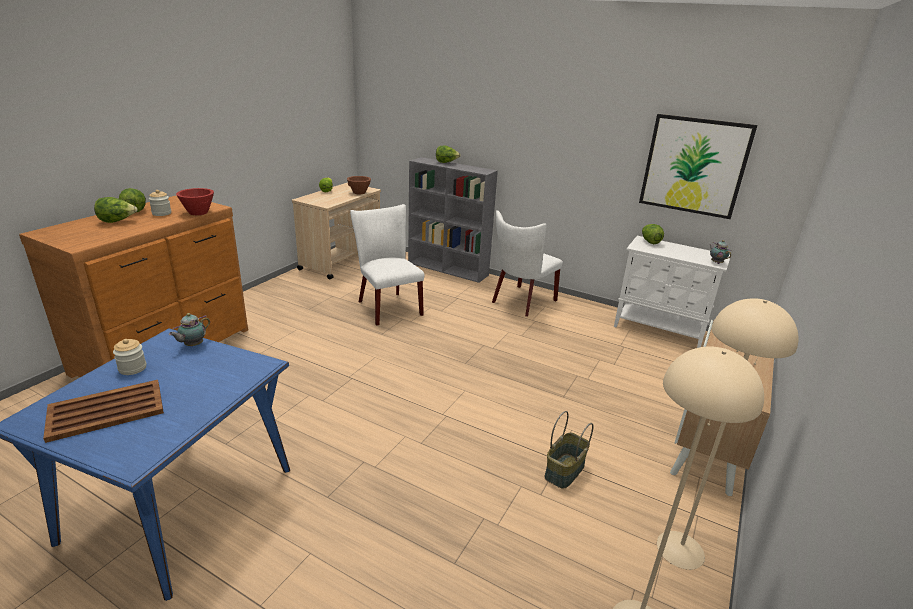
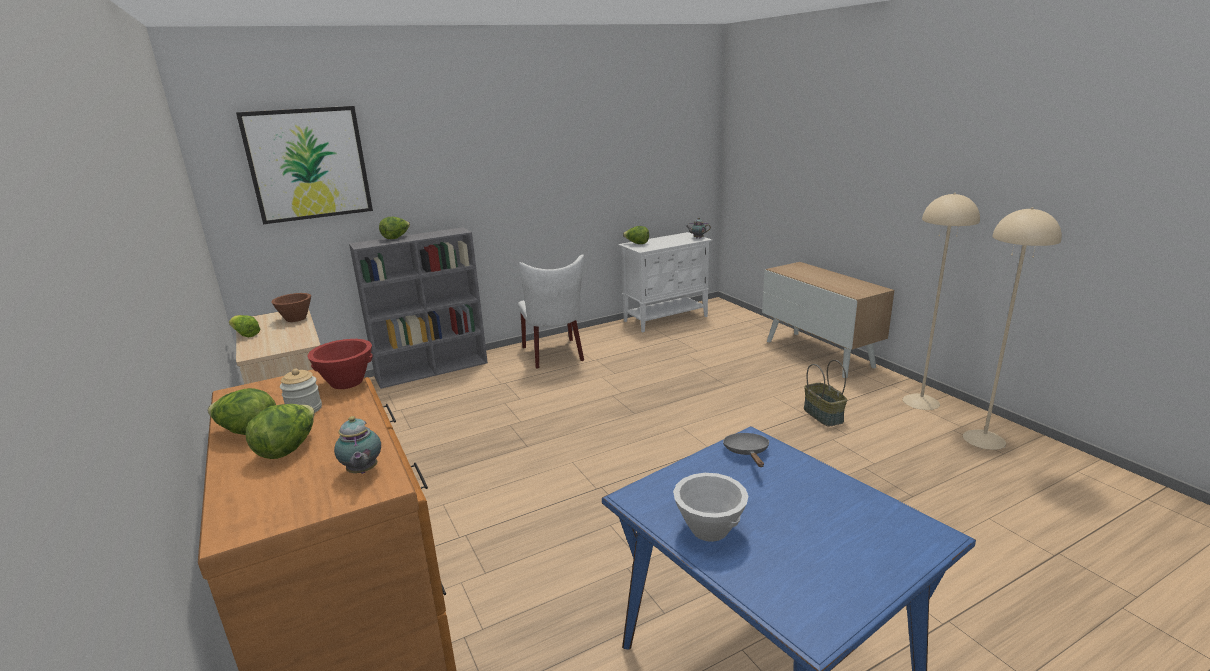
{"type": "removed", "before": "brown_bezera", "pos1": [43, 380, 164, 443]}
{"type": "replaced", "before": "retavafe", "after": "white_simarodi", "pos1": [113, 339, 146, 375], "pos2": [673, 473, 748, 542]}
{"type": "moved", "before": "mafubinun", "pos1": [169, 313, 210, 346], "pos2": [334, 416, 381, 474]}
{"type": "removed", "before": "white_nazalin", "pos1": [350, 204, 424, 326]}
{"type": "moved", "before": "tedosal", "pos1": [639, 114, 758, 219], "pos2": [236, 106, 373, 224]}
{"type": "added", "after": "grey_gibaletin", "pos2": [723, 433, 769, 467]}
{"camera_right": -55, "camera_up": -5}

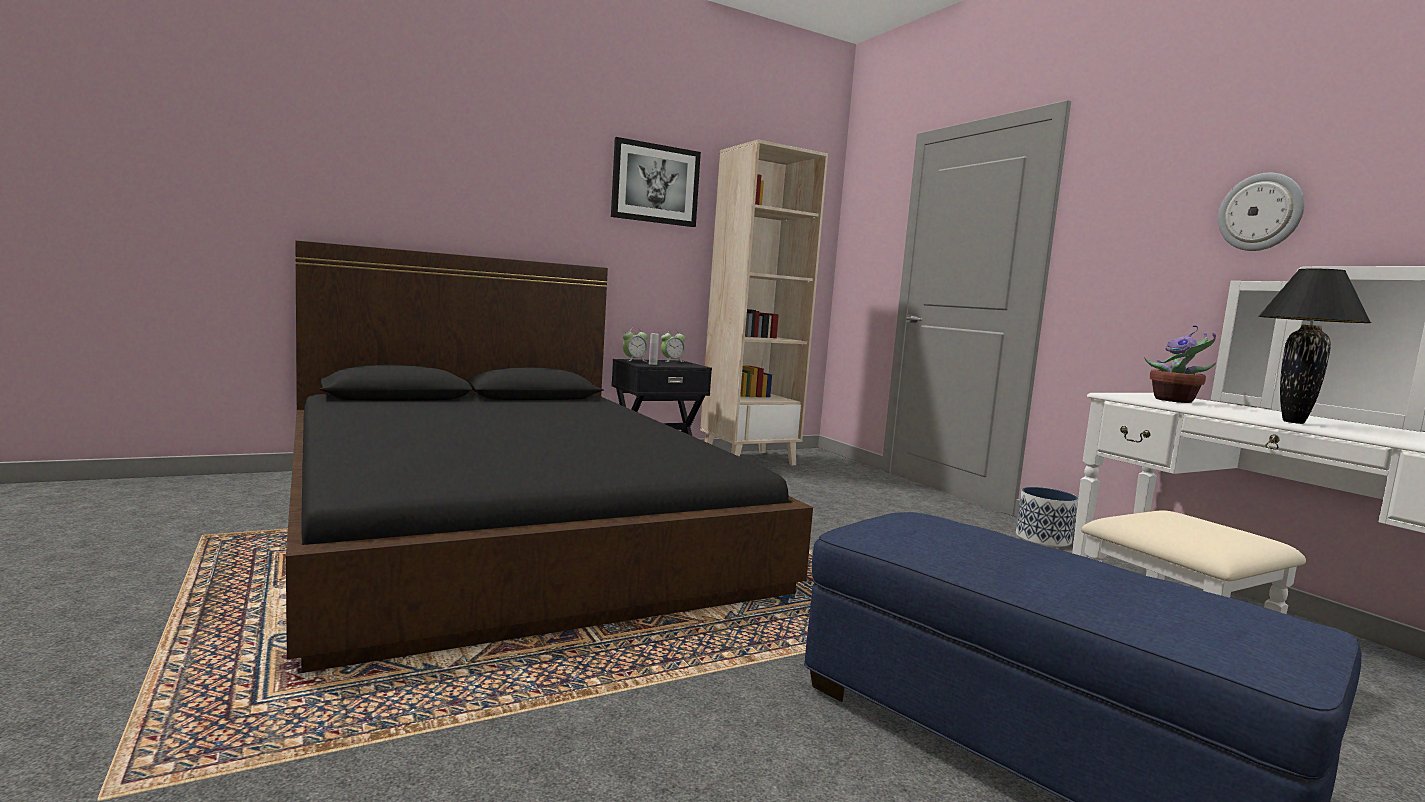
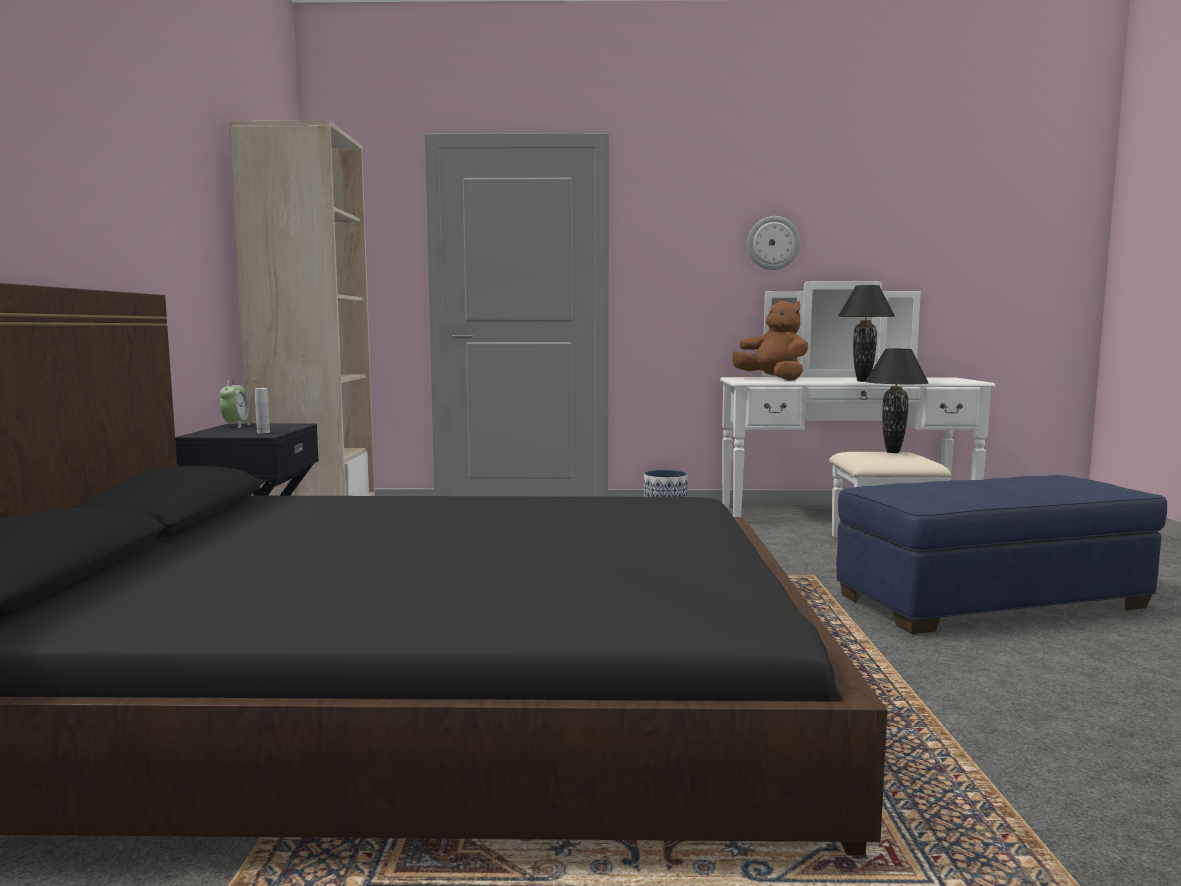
{"type": "removed", "before": "tedosal", "pos1": [611, 137, 701, 227]}
{"type": "removed", "before": "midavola", "pos1": [623, 328, 648, 361]}
{"type": "replaced", "before": "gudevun", "after": "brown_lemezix", "pos1": [1144, 325, 1216, 403], "pos2": [732, 300, 808, 381]}
{"type": "added", "after": "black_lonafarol", "pos2": [865, 349, 929, 453]}
{"camera_right": -60, "camera_up": 0}

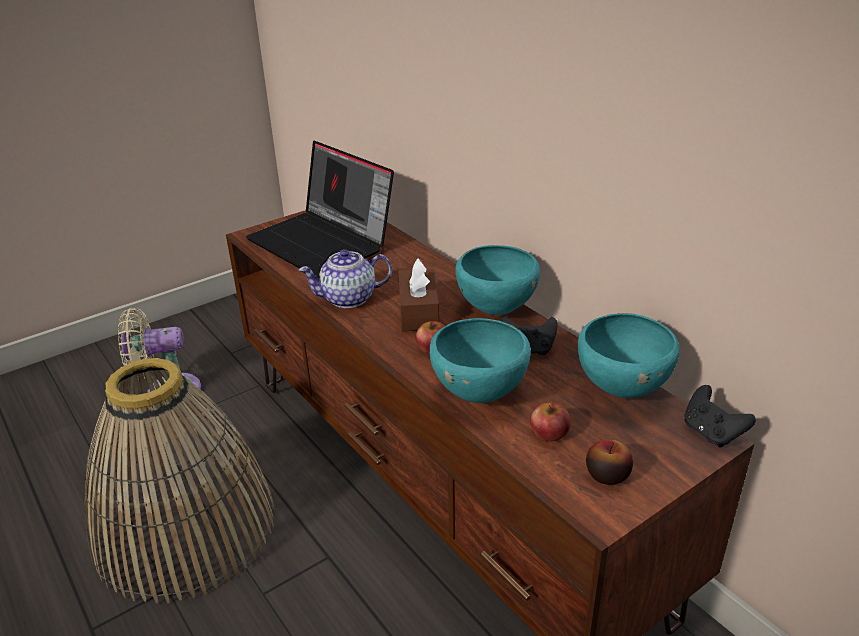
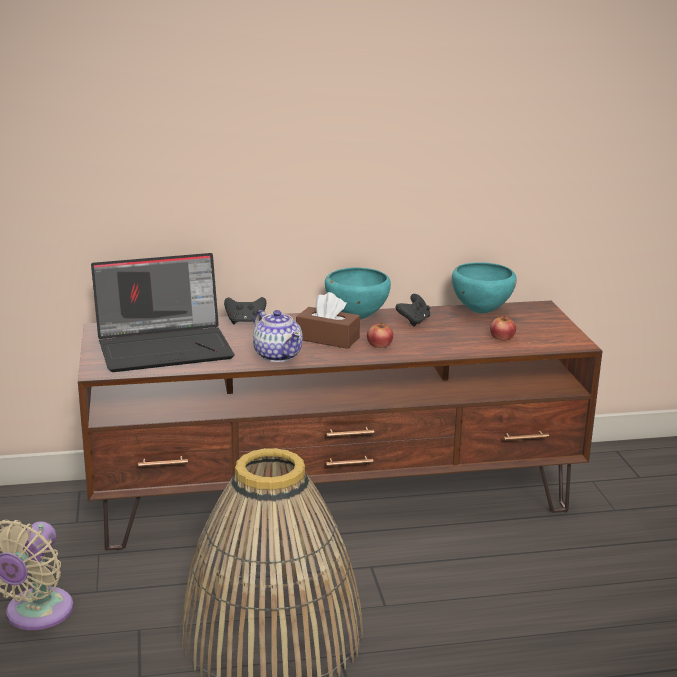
{"type": "turned", "before": "mafubinun", "pos1": [298, 249, 392, 308], "pos2": [253, 310, 303, 362], "turn": -45}
{"type": "removed", "before": "turquoise_simarodi", "pos1": [430, 318, 531, 403]}
{"type": "removed", "before": "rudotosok", "pos1": [586, 440, 633, 485]}
{"type": "moved", "before": "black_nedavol", "pos1": [684, 385, 756, 448], "pos2": [224, 297, 266, 324]}
{"camera_right": -65, "camera_up": -10}

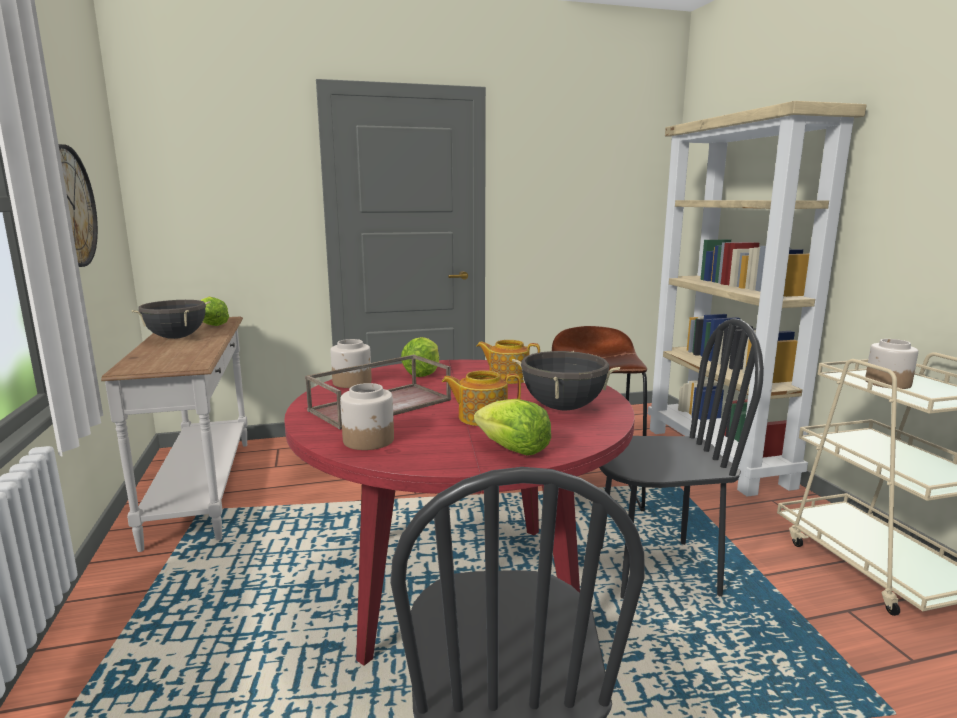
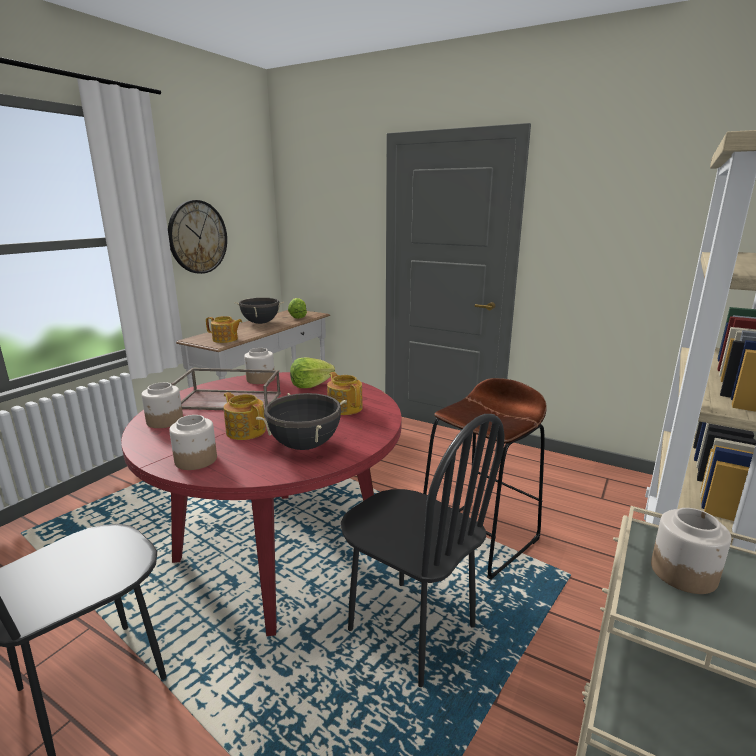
{"type": "replaced", "before": "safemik", "after": "retavafe", "pos1": [474, 399, 551, 456], "pos2": [169, 415, 217, 470]}
{"type": "added", "after": "mafubinun", "pos2": [206, 316, 242, 343]}
{"camera_right": 45, "camera_up": 5}

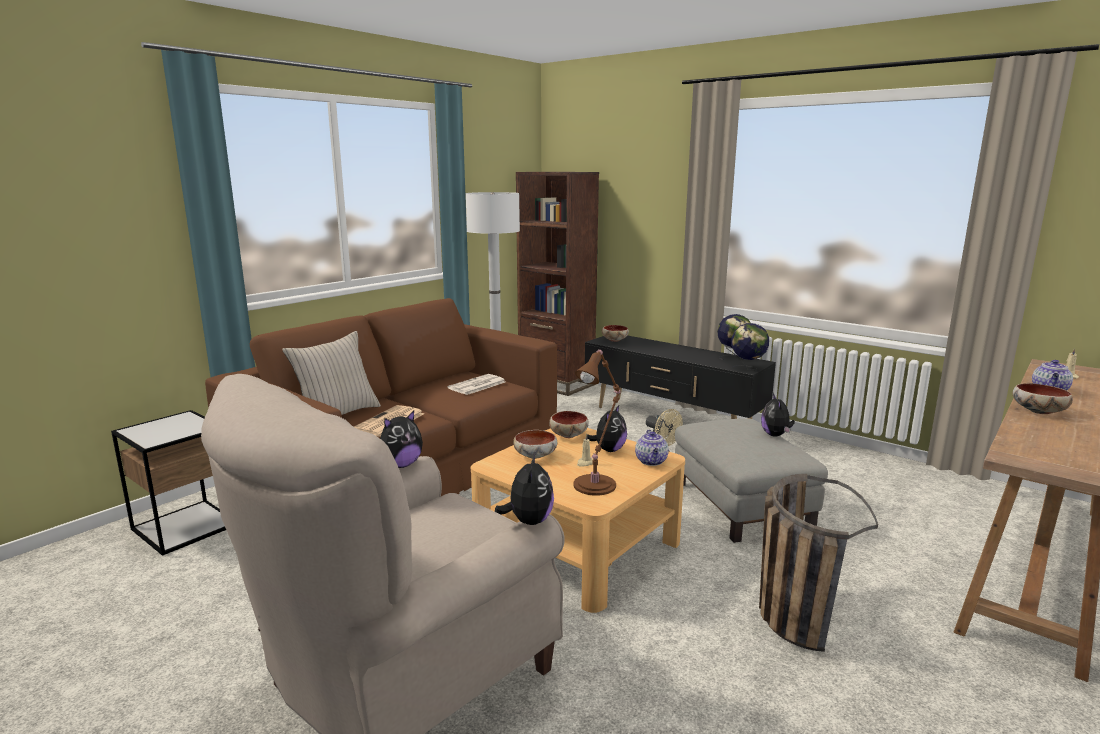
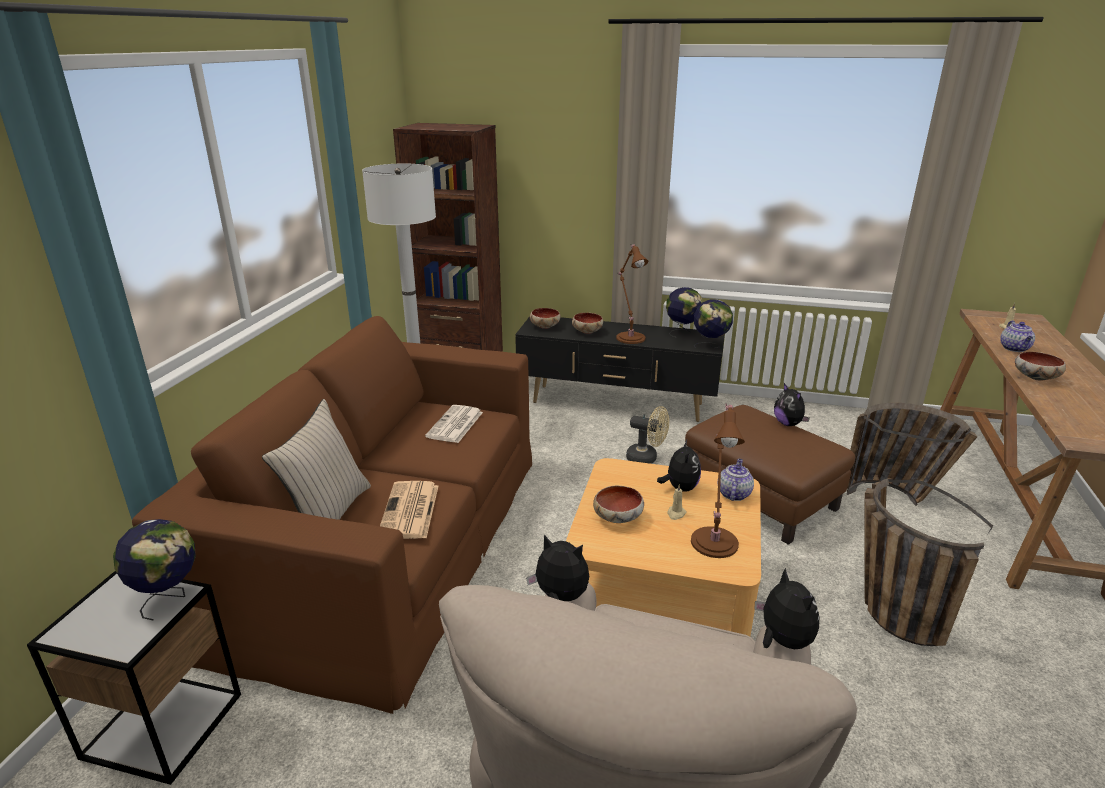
{"type": "turned", "before": "lemezix", "pos1": [380, 411, 423, 468], "pos2": [526, 534, 589, 601], "turn": -90}
{"type": "moved", "before": "simarodi", "pos1": [549, 411, 589, 438], "pos2": [572, 313, 603, 334]}
{"type": "turned", "before": "mafubinun", "pos1": [635, 430, 669, 466], "pos2": [717, 459, 754, 501], "turn": -135}
{"type": "recoloured", "before": "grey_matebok", "after": "brown_matebok", "pos1": [675, 418, 828, 543], "pos2": [685, 405, 855, 545]}
{"type": "added", "after": "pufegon", "pos2": [113, 519, 196, 620]}
{"type": "added", "after": "brown_lonafarol", "pos2": [616, 244, 648, 344]}
{"type": "added", "after": "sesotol", "pos2": [847, 403, 977, 506]}
{"camera_right": -25, "camera_up": 10}

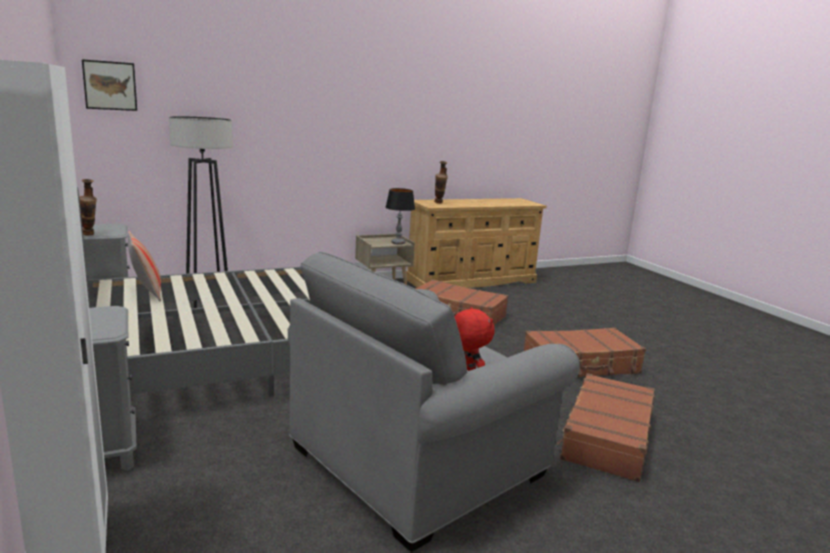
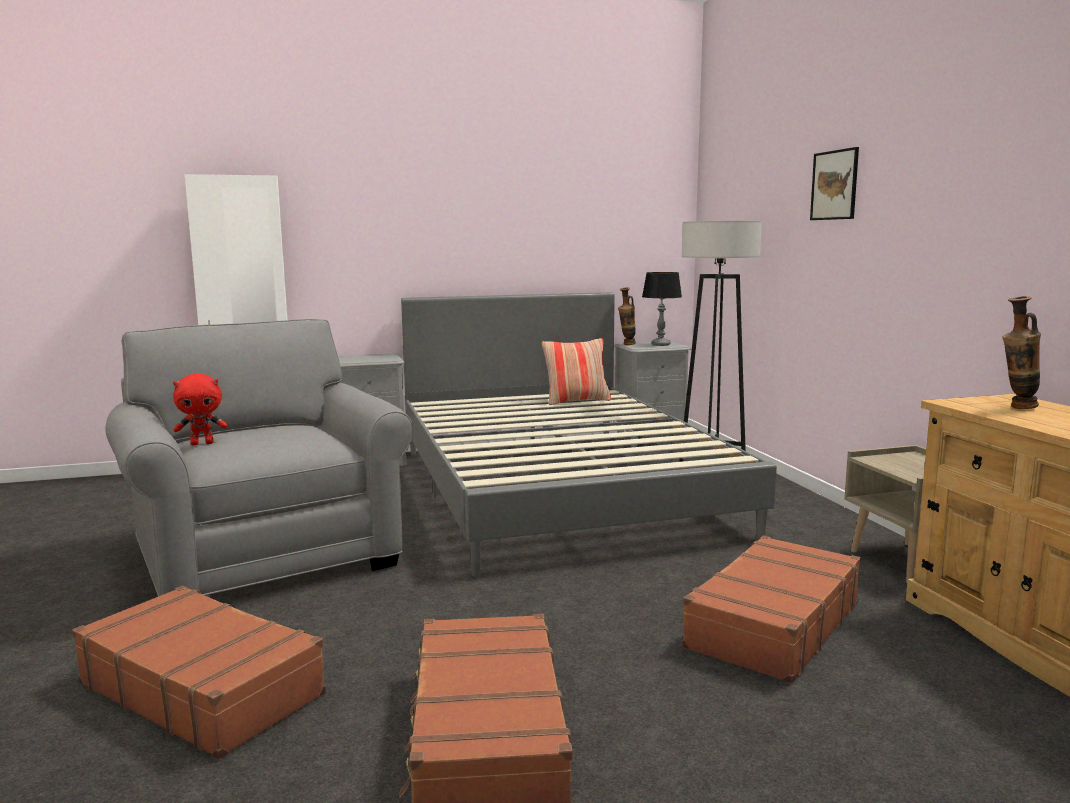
{"type": "moved", "before": "tedosal", "pos1": [82, 59, 137, 111], "pos2": [810, 147, 859, 220]}
{"type": "moved", "before": "lonafarol", "pos1": [386, 188, 415, 245], "pos2": [642, 272, 682, 346]}
{"camera_right": 100, "camera_up": -5}

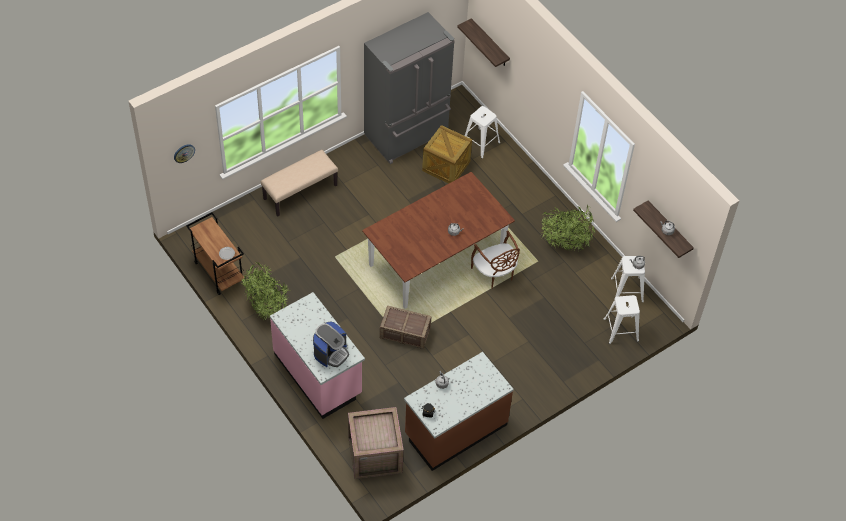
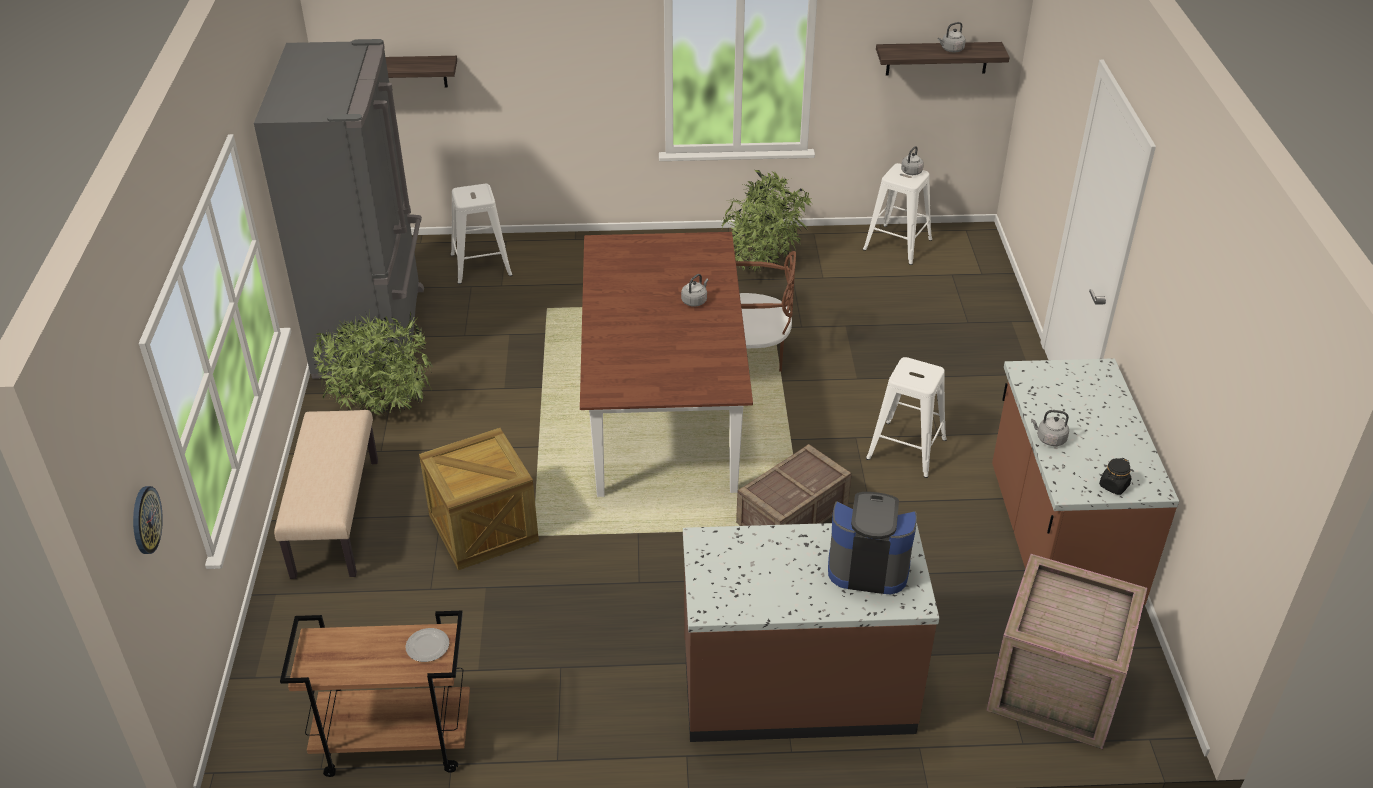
{"type": "moved", "before": "gudevun", "pos1": [240, 262, 289, 321], "pos2": [311, 311, 433, 416]}
{"type": "recoloured", "before": "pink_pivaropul", "after": "brown_pivaropul", "pos1": [270, 292, 365, 419], "pos2": [683, 523, 939, 742]}
{"type": "turned", "before": "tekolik", "pos1": [313, 322, 349, 367], "pos2": [828, 492, 917, 595], "turn": -60}
{"type": "moved", "before": "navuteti", "pos1": [422, 125, 472, 183], "pos2": [419, 428, 539, 570]}
{"type": "moved", "before": "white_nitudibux", "pos1": [604, 295, 640, 344], "pos2": [866, 357, 947, 478]}
{"camera_right": -55, "camera_up": -15}

